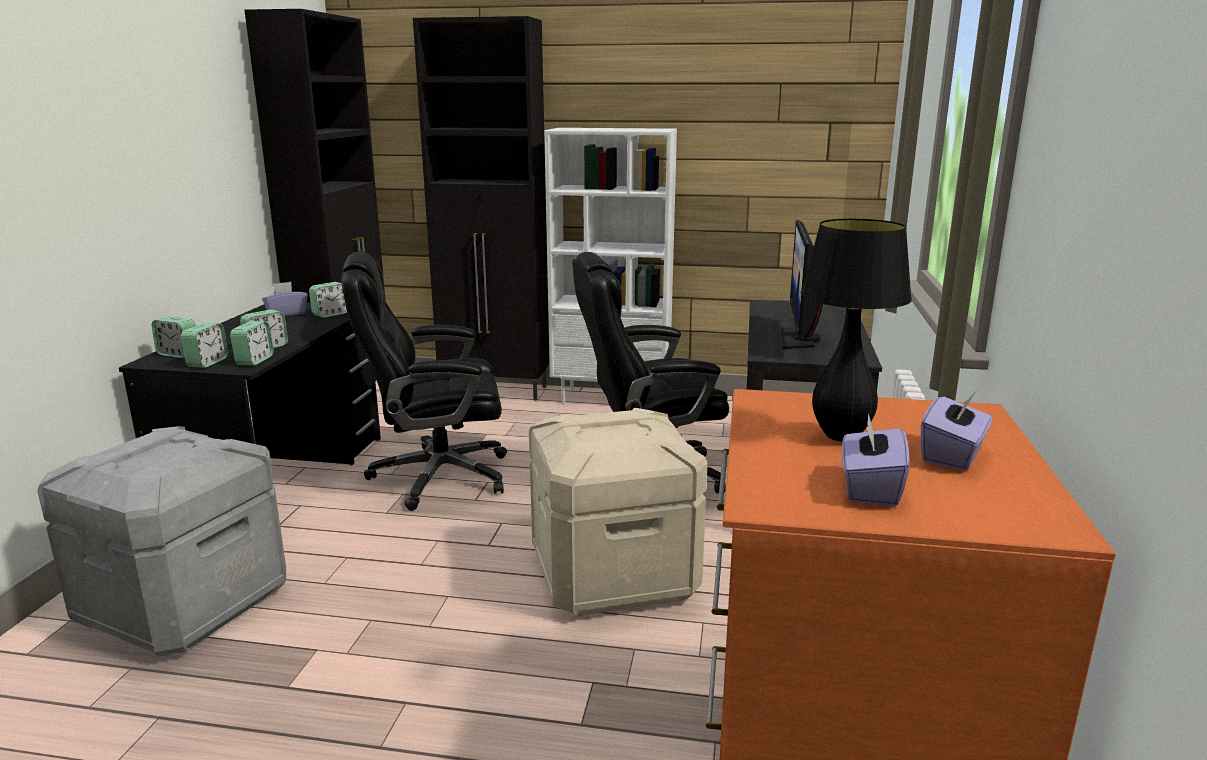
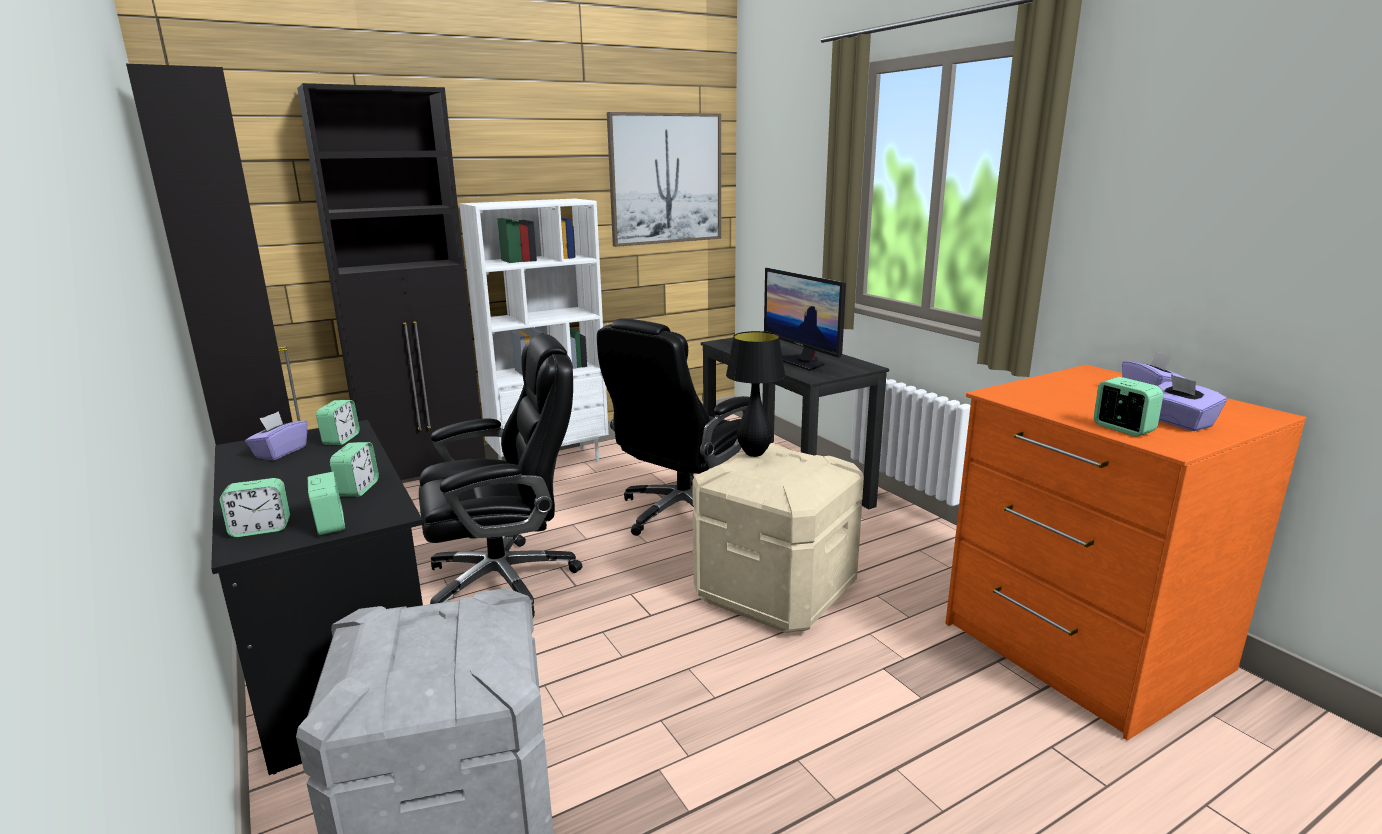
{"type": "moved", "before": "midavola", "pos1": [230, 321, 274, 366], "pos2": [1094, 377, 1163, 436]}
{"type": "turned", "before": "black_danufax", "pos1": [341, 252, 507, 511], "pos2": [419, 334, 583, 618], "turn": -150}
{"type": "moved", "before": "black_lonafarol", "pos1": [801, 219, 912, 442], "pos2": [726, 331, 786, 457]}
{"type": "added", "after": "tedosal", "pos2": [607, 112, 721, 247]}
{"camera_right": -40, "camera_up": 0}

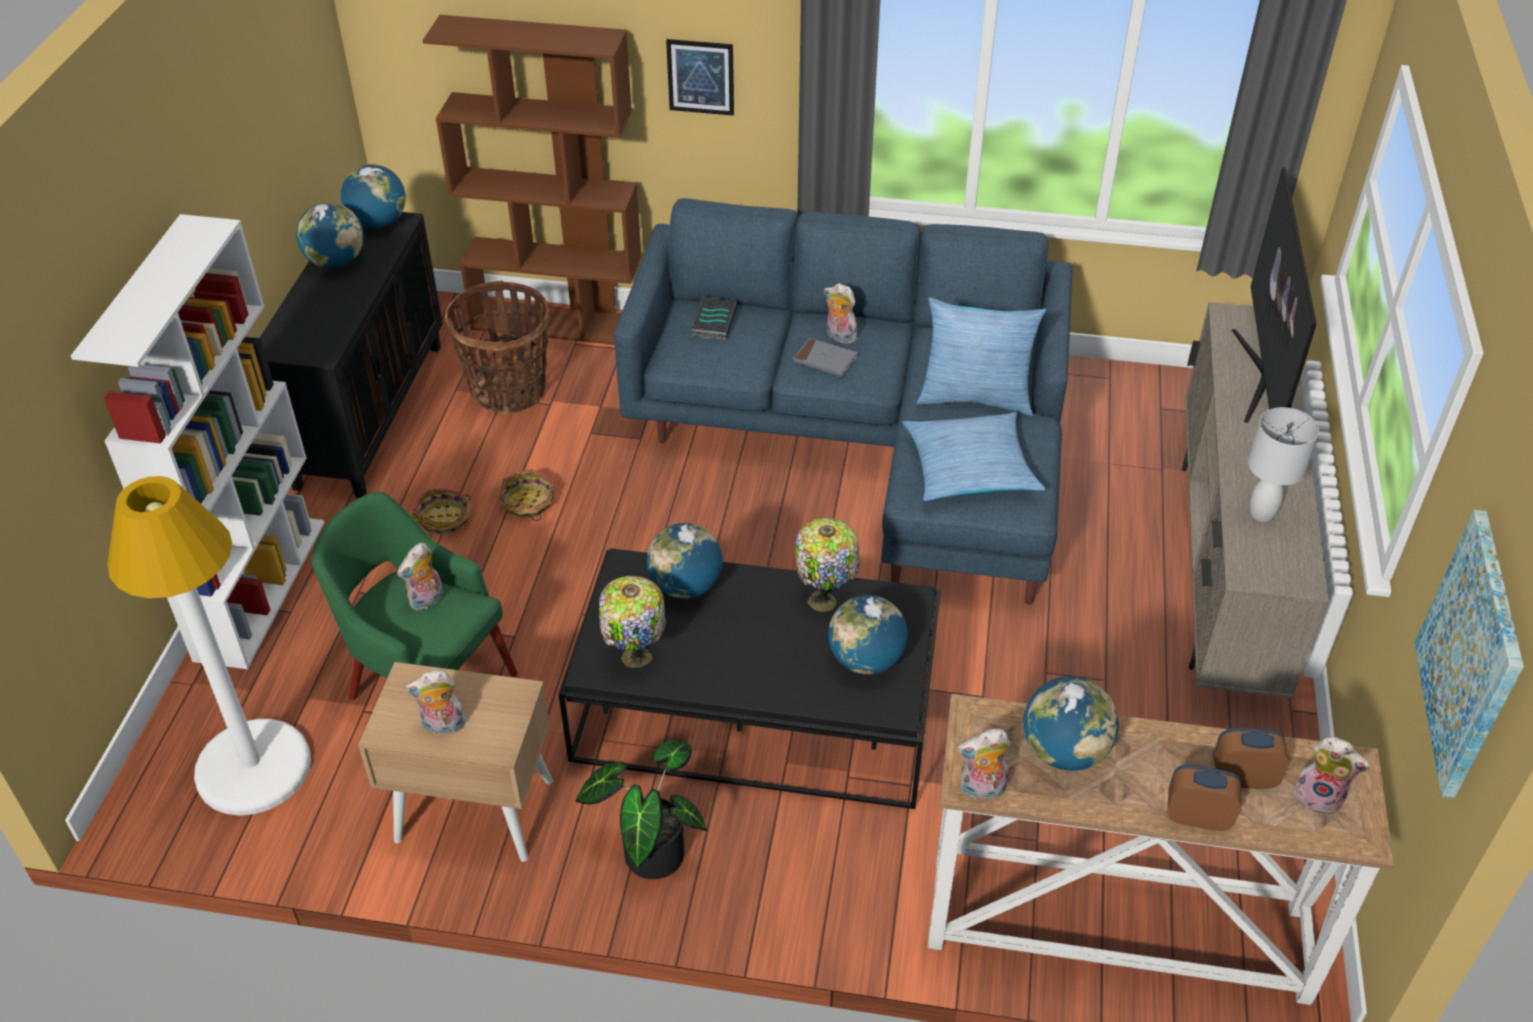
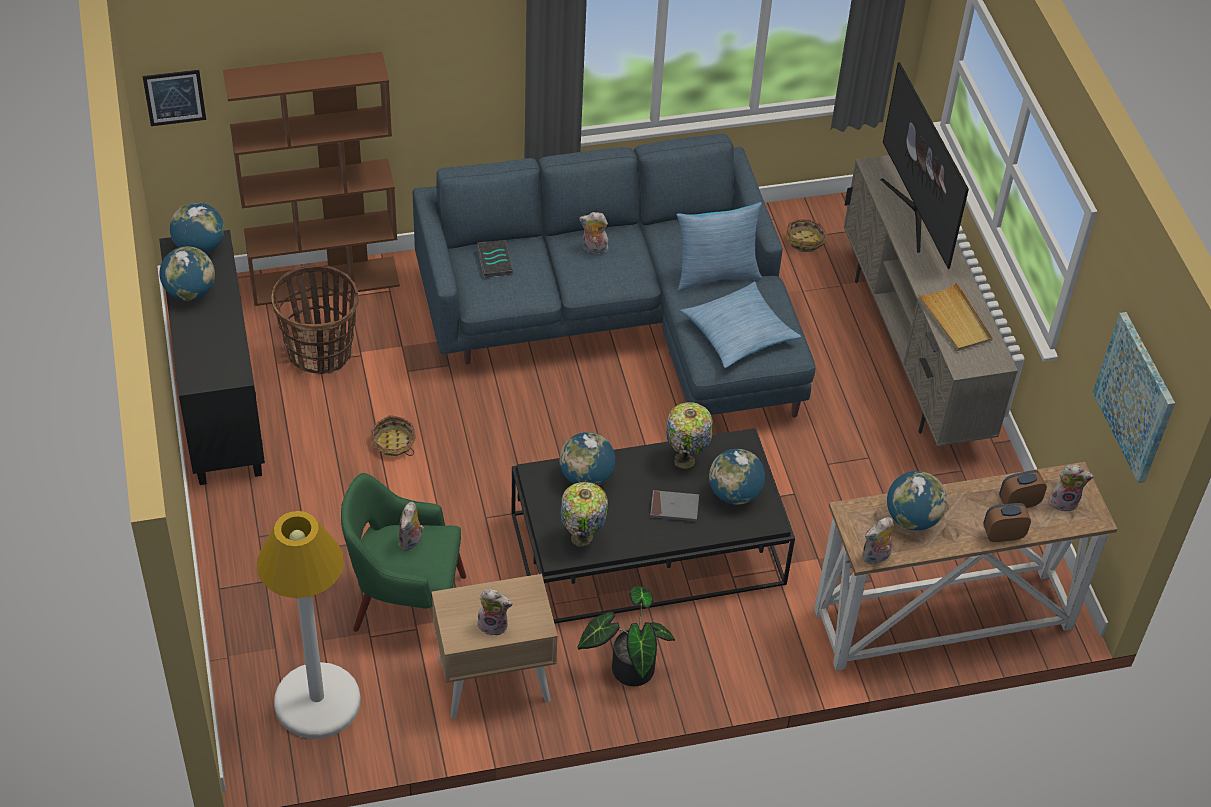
{"type": "removed", "before": "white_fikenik", "pos1": [71, 214, 325, 669]}
{"type": "turned", "before": "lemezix", "pos1": [405, 670, 467, 737], "pos2": [477, 589, 513, 636], "turn": -135}
{"type": "moved", "before": "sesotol", "pos1": [412, 489, 472, 535], "pos2": [786, 219, 827, 252]}
{"type": "moved", "before": "tedosal", "pos1": [666, 39, 734, 116], "pos2": [143, 70, 206, 126]}
{"type": "moved", "before": "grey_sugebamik", "pos1": [794, 338, 858, 377], "pos2": [650, 490, 699, 521]}
{"type": "replaced", "before": "white_lonafarol", "after": "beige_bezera", "pos1": [1248, 407, 1319, 522], "pos2": [917, 282, 993, 351]}
{"camera_right": -25, "camera_up": 5}

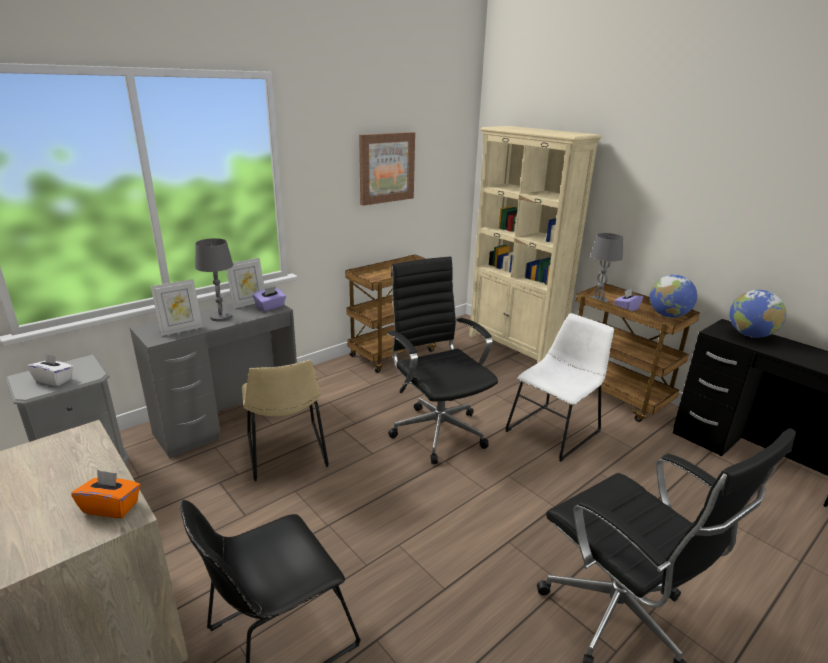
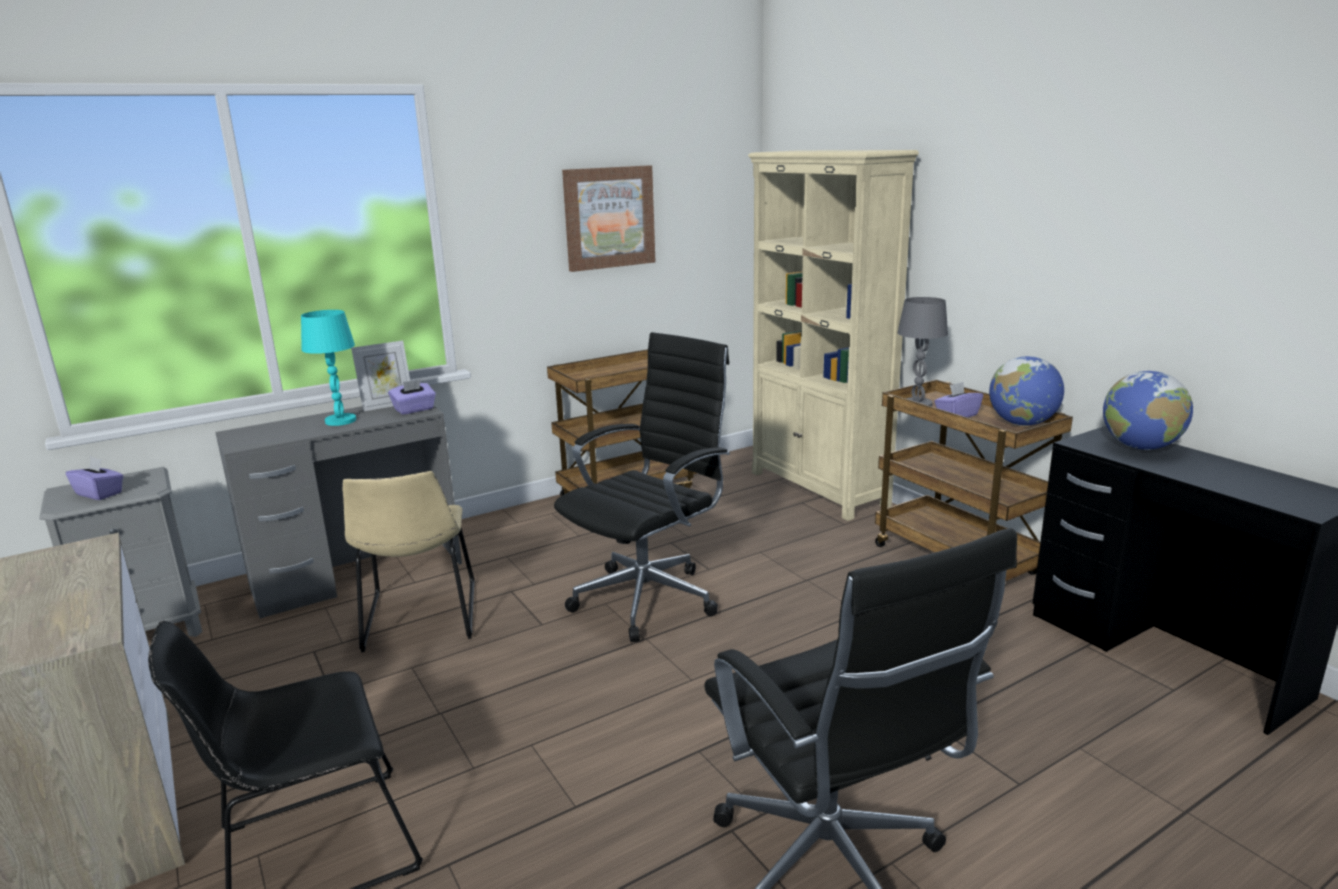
{"type": "recoloured", "before": "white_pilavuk", "after": "purple_pilavuk", "pos1": [27, 353, 73, 386], "pos2": [66, 457, 123, 500]}
{"type": "removed", "before": "orange_pilavuk", "pos1": [71, 470, 141, 518]}
{"type": "removed", "before": "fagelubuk", "pos1": [151, 279, 203, 336]}
{"type": "recoloured", "before": "grey_lonafarol", "after": "turquoise_lonafarol", "pos1": [195, 238, 233, 321], "pos2": [301, 310, 356, 426]}
{"type": "turned", "before": "black_danufax", "pos1": [387, 256, 498, 464], "pos2": [554, 332, 730, 642], "turn": 60}
{"type": "removed", "before": "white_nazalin", "pos1": [505, 313, 614, 461]}
{"camera_right": 10, "camera_up": -5}

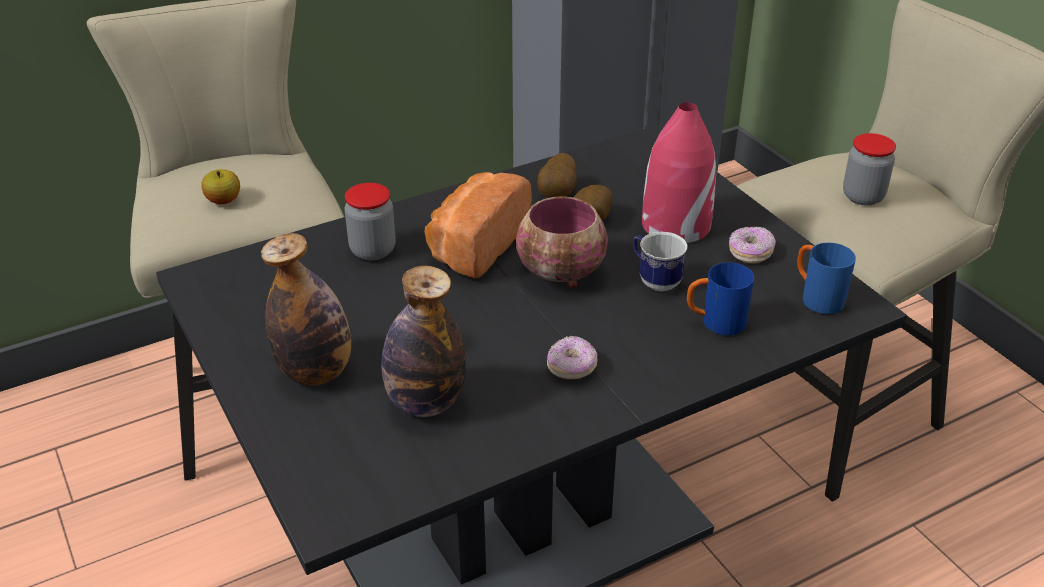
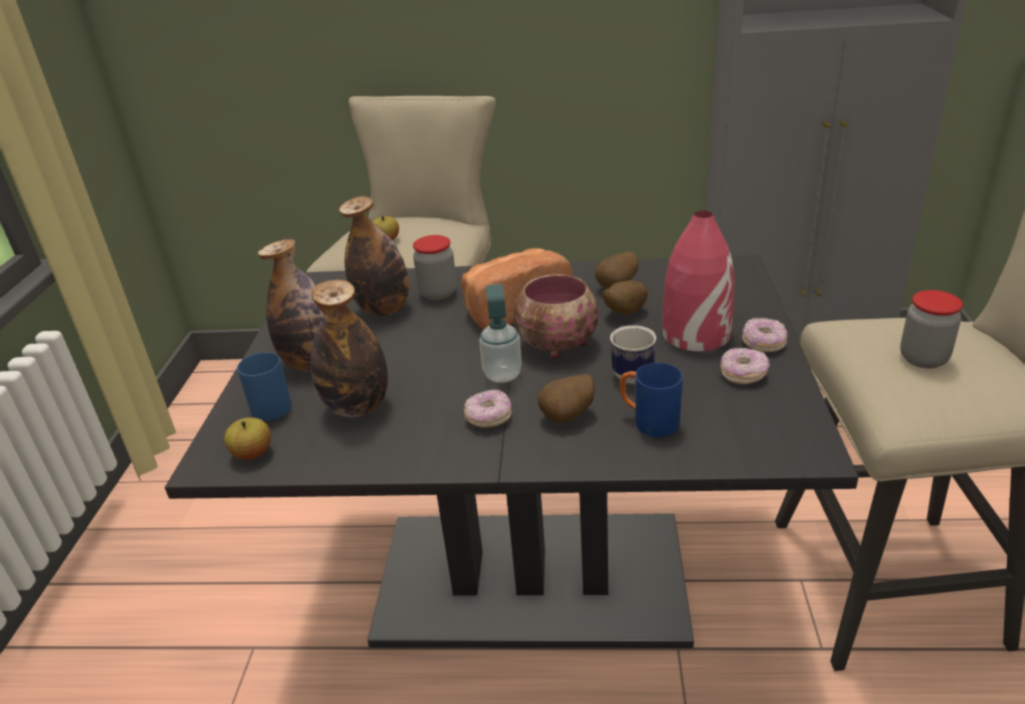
{"type": "moved", "before": "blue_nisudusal", "pos1": [797, 243, 856, 314], "pos2": [237, 352, 292, 421]}
{"type": "added", "after": "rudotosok", "pos2": [224, 417, 271, 460]}
{"type": "added", "after": "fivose", "pos2": [339, 196, 410, 316]}
{"type": "added", "after": "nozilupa", "pos2": [479, 284, 522, 383]}
{"type": "added", "after": "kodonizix", "pos2": [537, 374, 595, 423]}
{"type": "added", "after": "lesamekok", "pos2": [742, 318, 787, 352]}
{"camera_right": 35, "camera_up": -5}

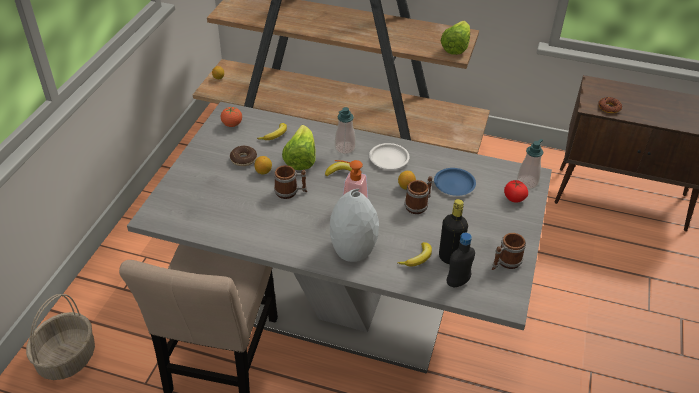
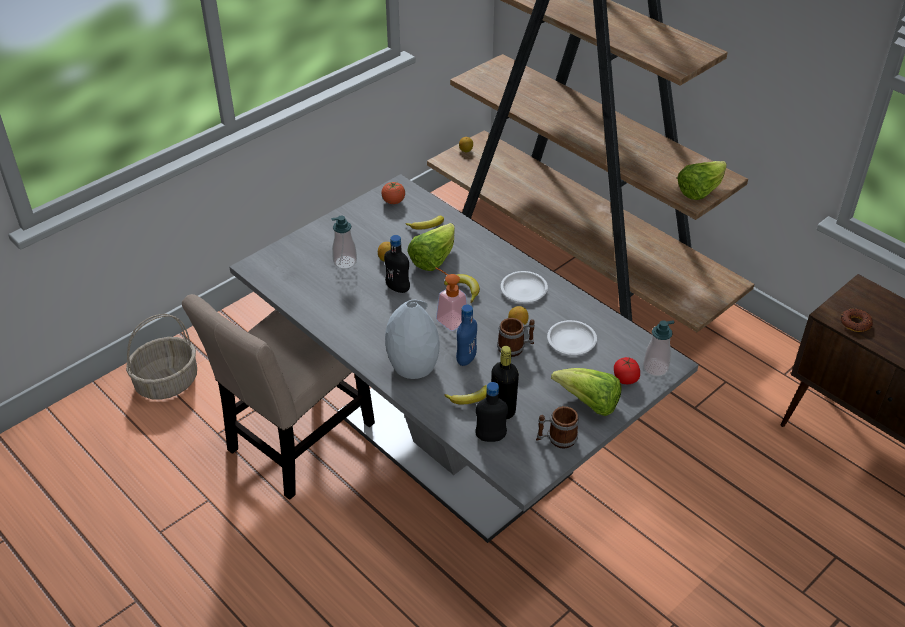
{"type": "removed", "before": "lesamekok", "pos1": [230, 146, 257, 166]}
{"type": "replaced", "before": "nisudusal", "after": "black_fivose", "pos1": [274, 165, 307, 199], "pos2": [384, 235, 410, 293]}
{"type": "moved", "before": "nozilupa", "pos1": [335, 107, 356, 154], "pos2": [331, 216, 357, 269]}
{"type": "recoloured", "before": "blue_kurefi", "after": "white_kurefi", "pos1": [434, 168, 476, 196], "pos2": [547, 320, 597, 355]}
{"type": "added", "after": "blue_fivose", "pos2": [456, 304, 477, 366]}
{"type": "added", "after": "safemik", "pos2": [551, 368, 621, 416]}
{"camera_right": 30, "camera_up": 0}

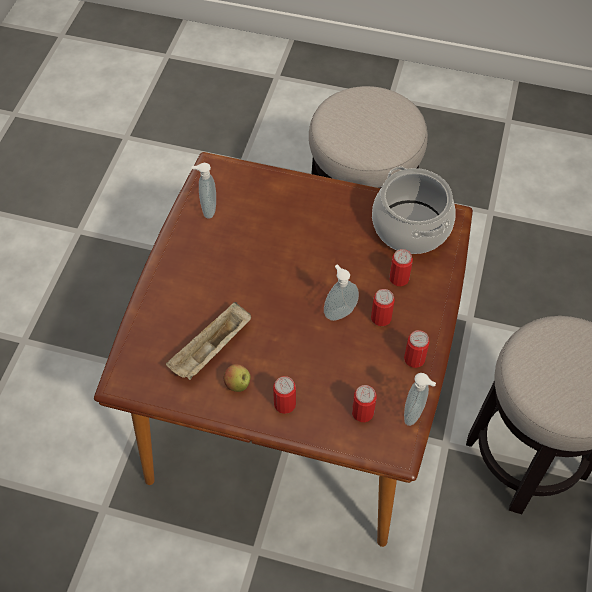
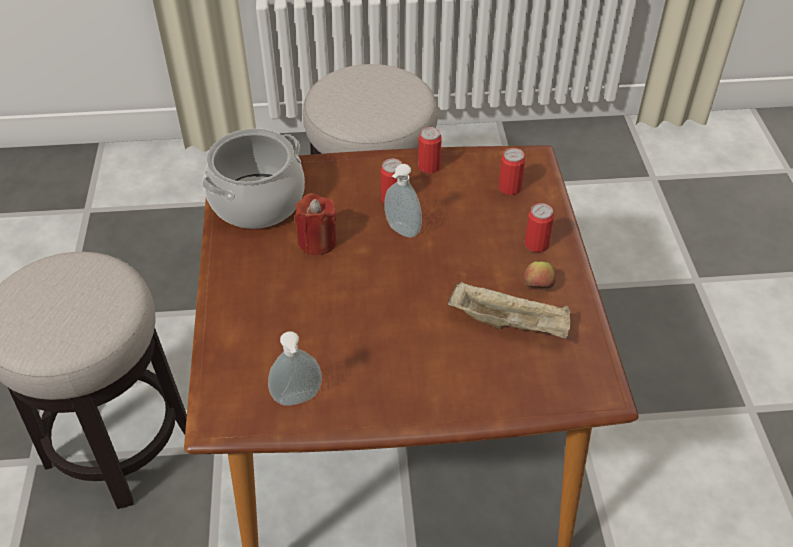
{"type": "removed", "before": "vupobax", "pos1": [389, 249, 413, 286]}
{"type": "removed", "before": "nozilupa", "pos1": [404, 373, 436, 426]}
{"type": "added", "after": "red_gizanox", "pos2": [295, 193, 337, 255]}
{"camera_right": -110, "camera_up": -10}

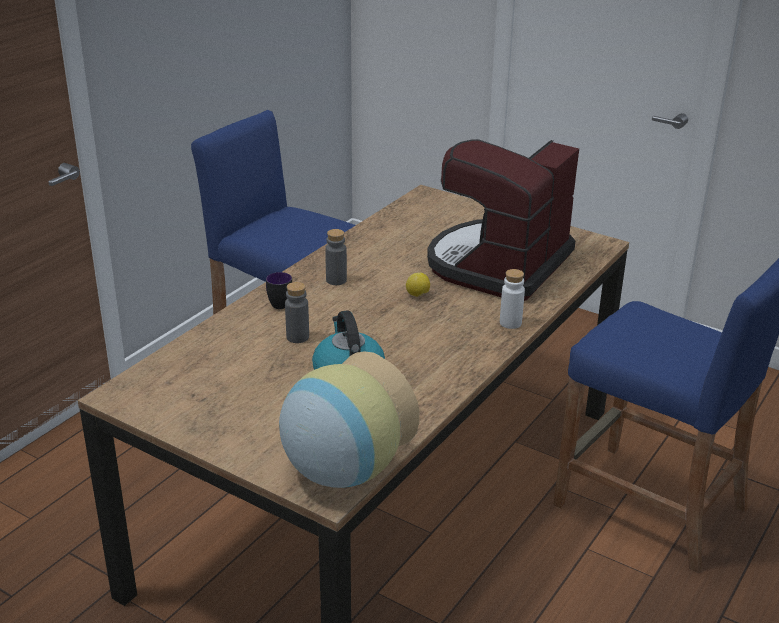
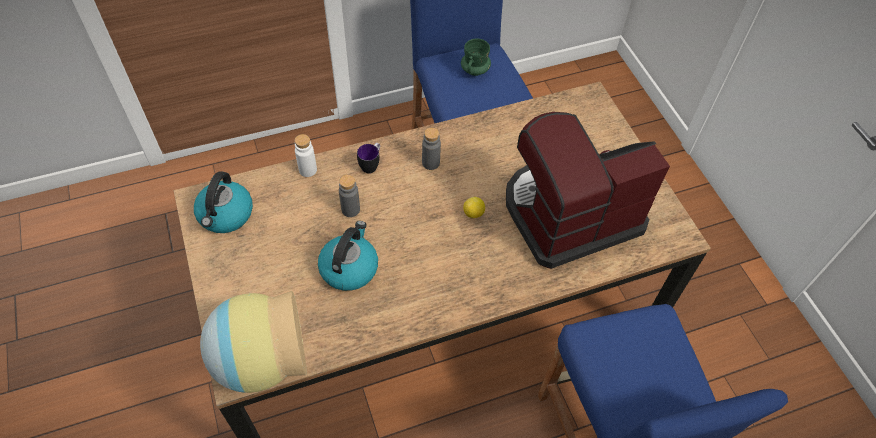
{"type": "moved", "before": "white_fivose", "pos1": [500, 269, 525, 329], "pos2": [295, 134, 317, 177]}
{"type": "added", "after": "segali", "pos2": [194, 171, 253, 233]}
{"type": "added", "after": "green_nisudusal", "pos2": [461, 39, 491, 76]}
{"camera_right": 35, "camera_up": 25}

